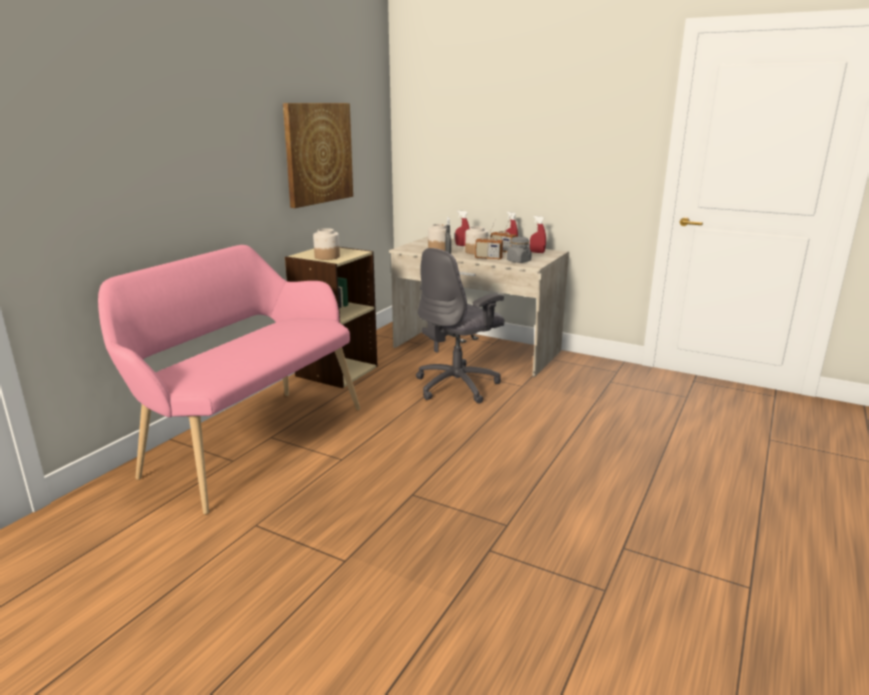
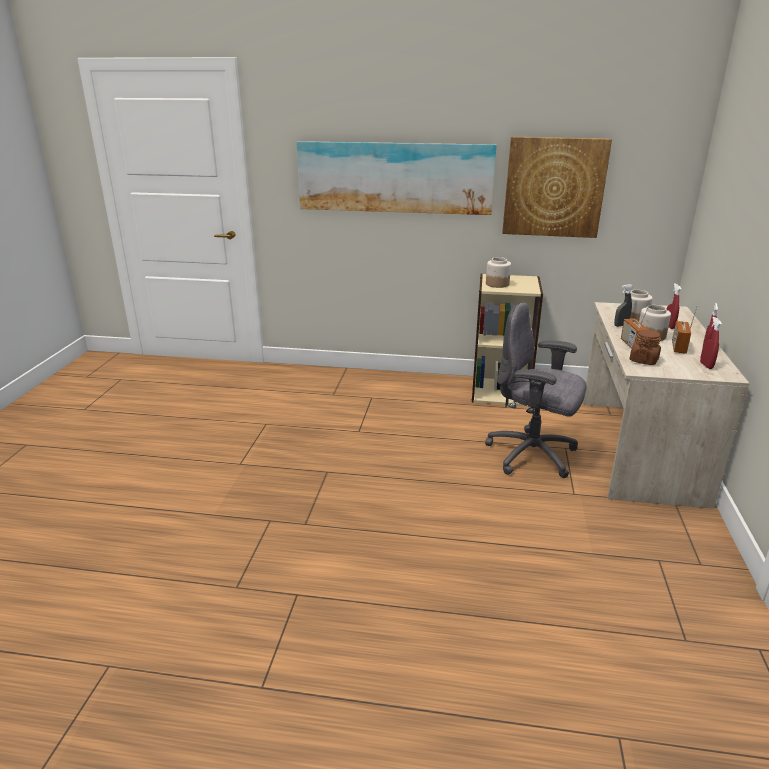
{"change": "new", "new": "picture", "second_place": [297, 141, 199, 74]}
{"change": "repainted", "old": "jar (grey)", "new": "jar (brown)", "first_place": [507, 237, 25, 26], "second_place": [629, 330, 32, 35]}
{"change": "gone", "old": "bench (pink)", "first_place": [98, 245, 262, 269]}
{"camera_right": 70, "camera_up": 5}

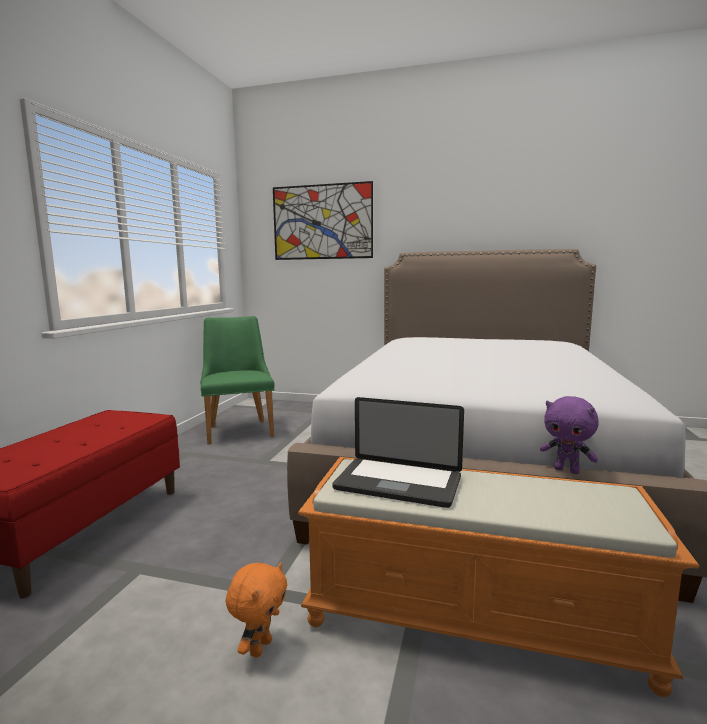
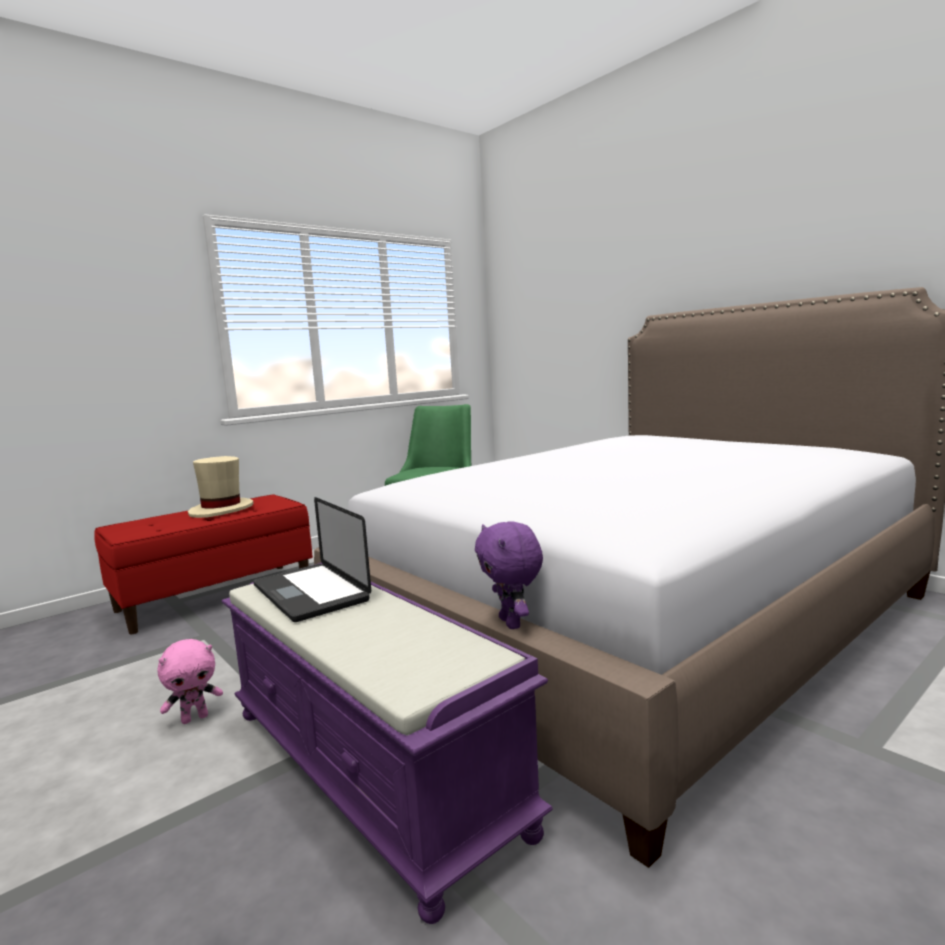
{"change": "repainted", "old": "plush toy (orange)", "new": "plush toy (pink)", "first_place": [226, 562, 61, 96], "second_place": [157, 639, 66, 85]}
{"change": "new", "new": "hat (beige)", "second_place": [188, 456, 66, 62]}
{"change": "repainted", "old": "bench (orange)", "new": "bench (purple)", "first_place": [298, 457, 401, 240], "second_place": [222, 563, 331, 361]}
{"change": "gone", "old": "picture", "first_place": [273, 181, 100, 79]}
{"camera_right": 35, "camera_up": 0}

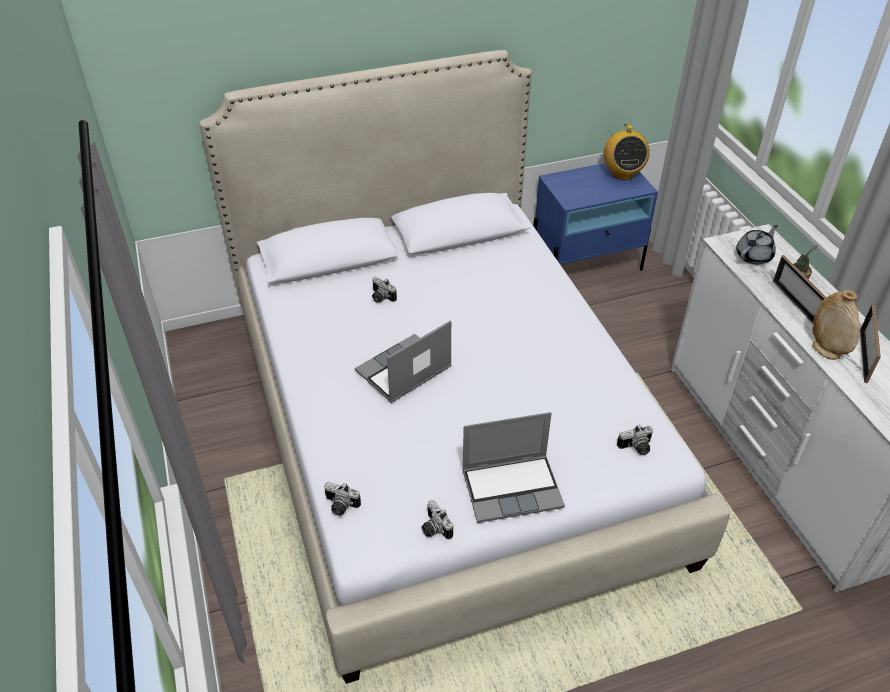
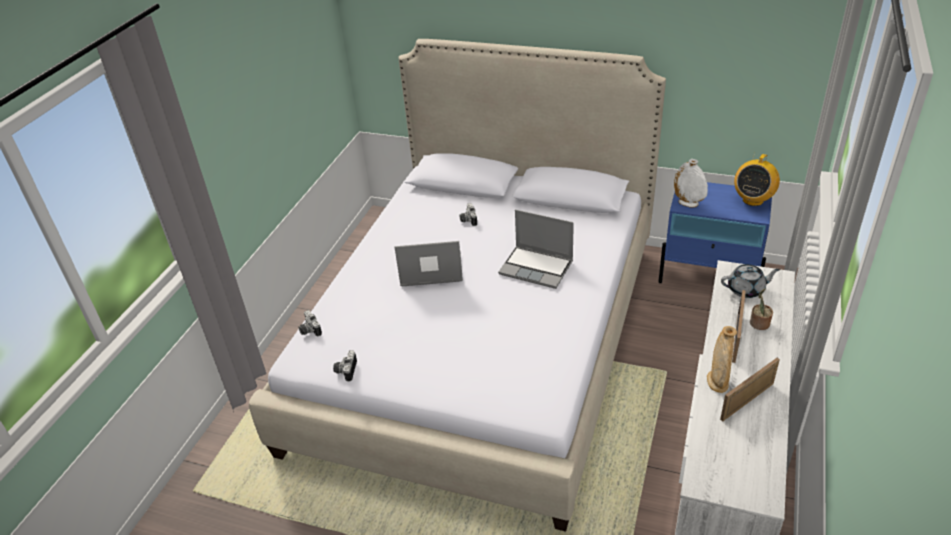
{"change": "shifted", "old": "laptop", "first_place": [462, 412, 103, 111], "second_place": [498, 210, 76, 79]}
{"change": "new", "new": "vase (white)", "second_place": [674, 159, 34, 49]}
{"change": "gone", "old": "photo camera", "first_place": [617, 425, 36, 30]}
{"camera_right": 40, "camera_up": -5}

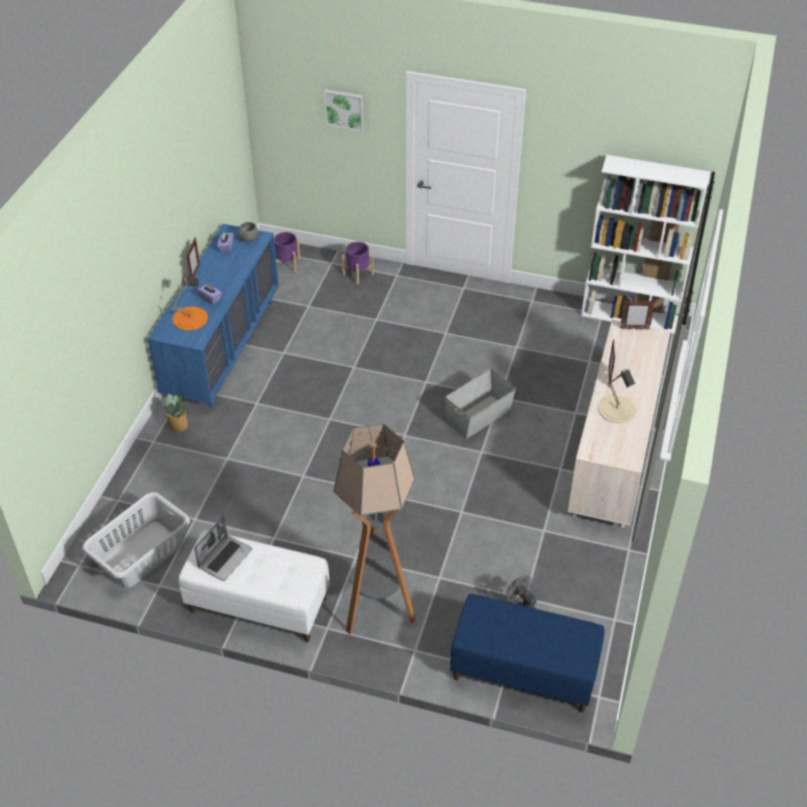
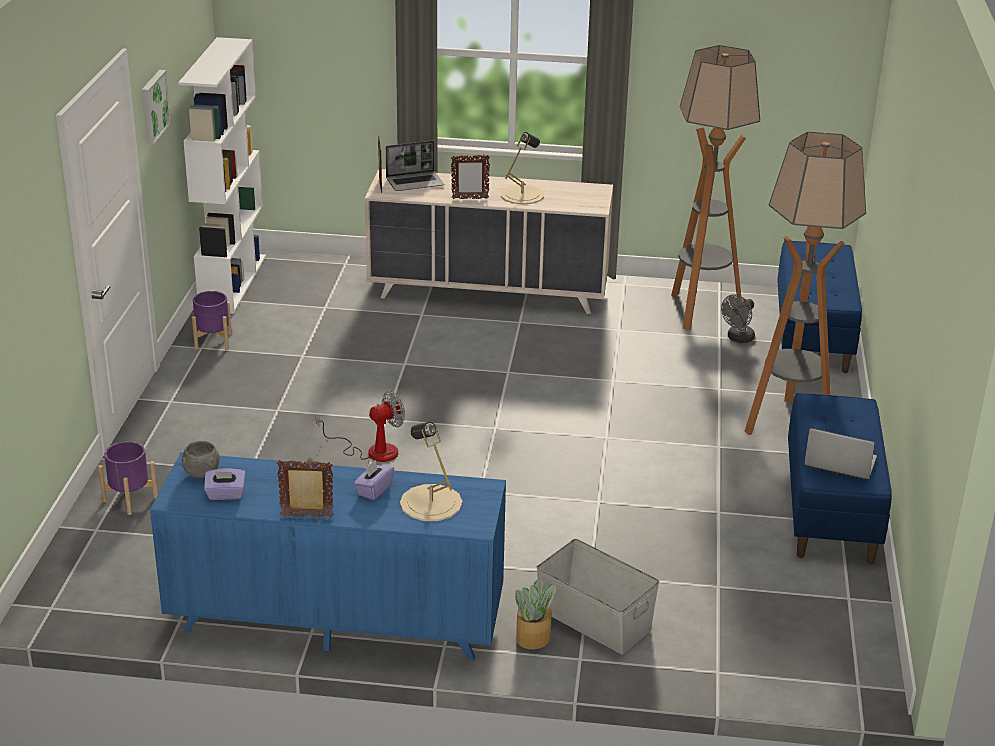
{"change": "shifted", "old": "picture", "first_place": [324, 90, 40, 41], "second_place": [142, 70, 29, 74]}
{"change": "shifted", "old": "planter (purple)", "first_place": [274, 232, 26, 40], "second_place": [192, 291, 40, 59]}
{"change": "new", "new": "fan", "second_place": [316, 391, 89, 71]}
{"change": "new", "new": "laptop", "second_place": [386, 140, 58, 51]}
{"change": "repainted", "old": "table lamp (orange)", "new": "table lamp (beige)", "first_place": [171, 276, 37, 55], "second_place": [400, 422, 62, 99]}
{"change": "shifted", "old": "storage box (grey)", "first_place": [445, 369, 71, 70], "second_place": [537, 539, 122, 116]}
{"change": "new", "new": "floor lamp", "second_place": [671, 45, 89, 285]}
{"change": "repainted", "old": "bench (white)", "new": "bench (blue)", "first_place": [178, 530, 152, 112], "second_place": [788, 393, 103, 171]}
{"change": "gone", "old": "laundry basket (grey)", "first_place": [82, 492, 108, 96]}
{"camera_right": -100, "camera_up": -15}

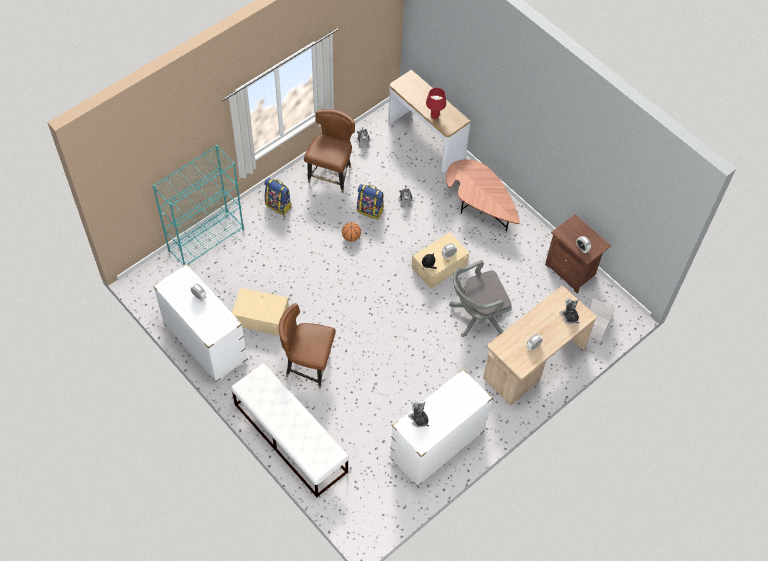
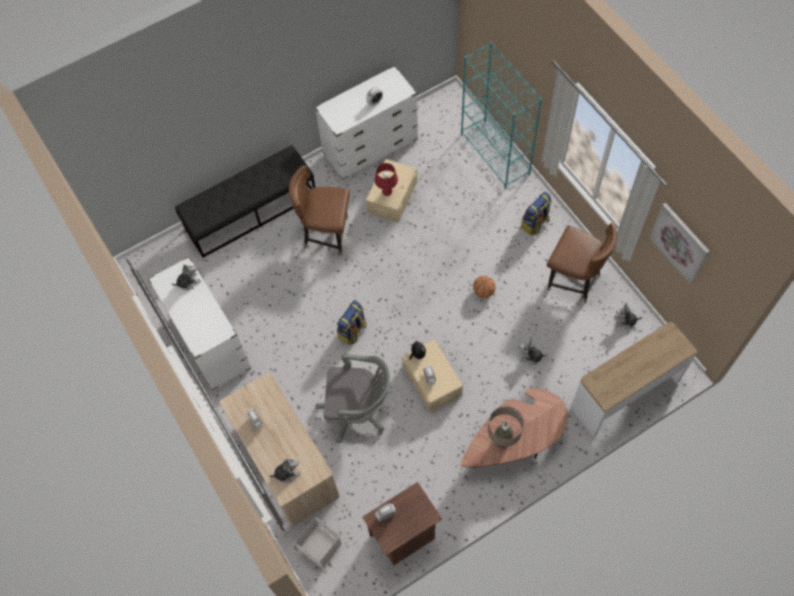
{"change": "repainted", "old": "bench (white)", "new": "bench (black)", "first_place": [231, 363, 118, 134], "second_place": [175, 145, 140, 113]}
{"change": "rotated", "old": "chair (brown)", "first_place": [278, 303, 58, 86], "second_place": [289, 165, 61, 90], "degrees": -105}
{"change": "rotated", "old": "office chair (grey)", "first_place": [449, 260, 63, 77], "second_place": [315, 354, 75, 89], "degrees": 105}
{"change": "shifted", "old": "backpack", "first_place": [357, 184, 27, 35], "second_place": [337, 300, 30, 45]}
{"change": "shifted", "old": "table lamp (red)", "first_place": [426, 88, 20, 31], "second_place": [375, 163, 23, 33]}
{"change": "new", "new": "table lamp (beige)", "second_place": [488, 406, 36, 42]}
{"change": "new", "new": "picture", "second_place": [649, 203, 60, 81]}
{"camera_right": 105, "camera_up": 5}

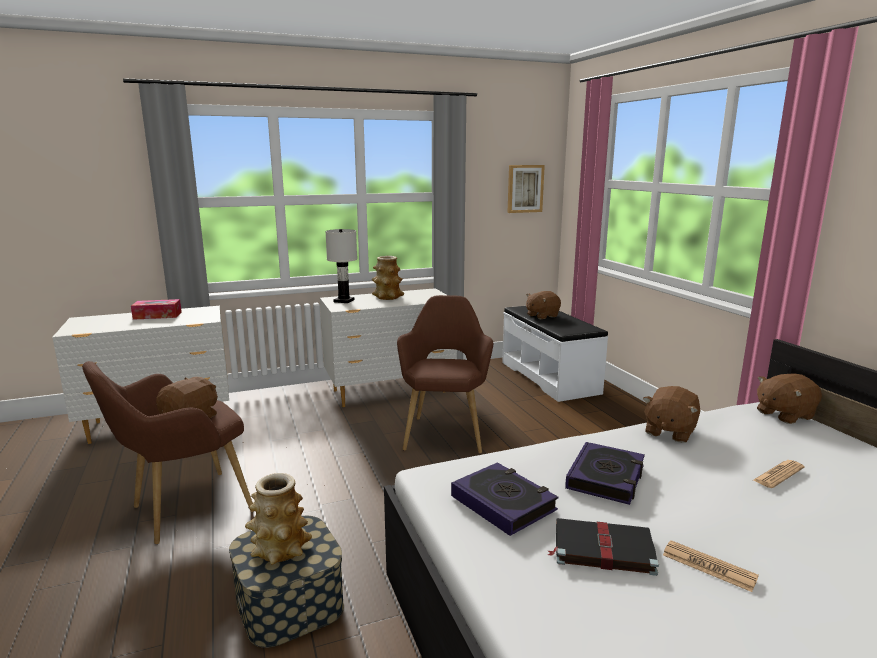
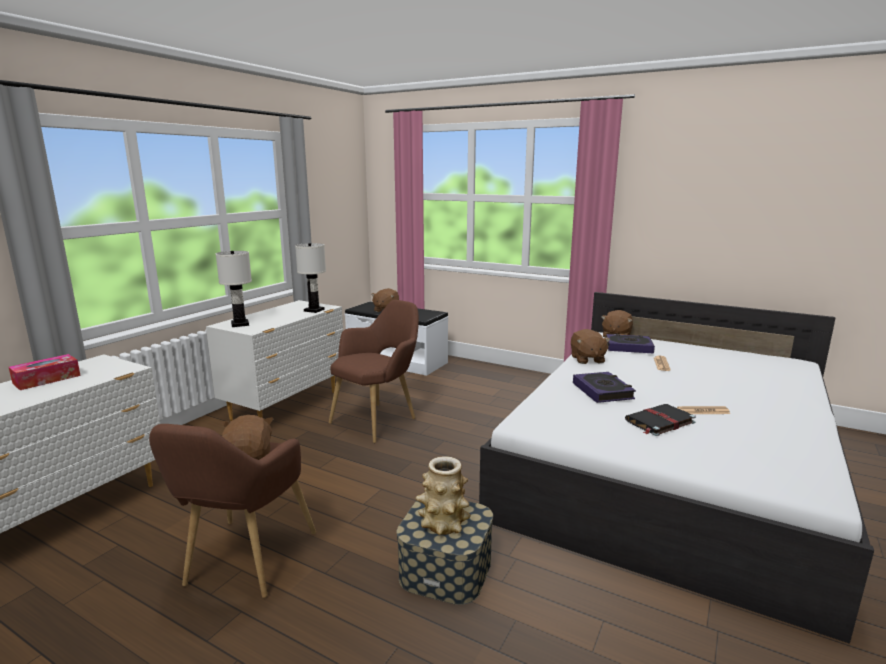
{"change": "new", "new": "table lamp (white)", "second_place": [295, 243, 31, 70]}
{"change": "rotated", "old": "armchair (brown)", "first_place": [397, 295, 96, 158], "second_place": [329, 300, 90, 143], "degrees": 75}
{"change": "shifted", "old": "book", "first_place": [451, 462, 108, 74], "second_place": [606, 334, 49, 20]}
{"change": "gone", "old": "vase", "first_place": [372, 256, 32, 44]}
{"change": "gone", "old": "picture", "first_place": [507, 165, 38, 48]}
{"camera_right": -40, "camera_up": 0}

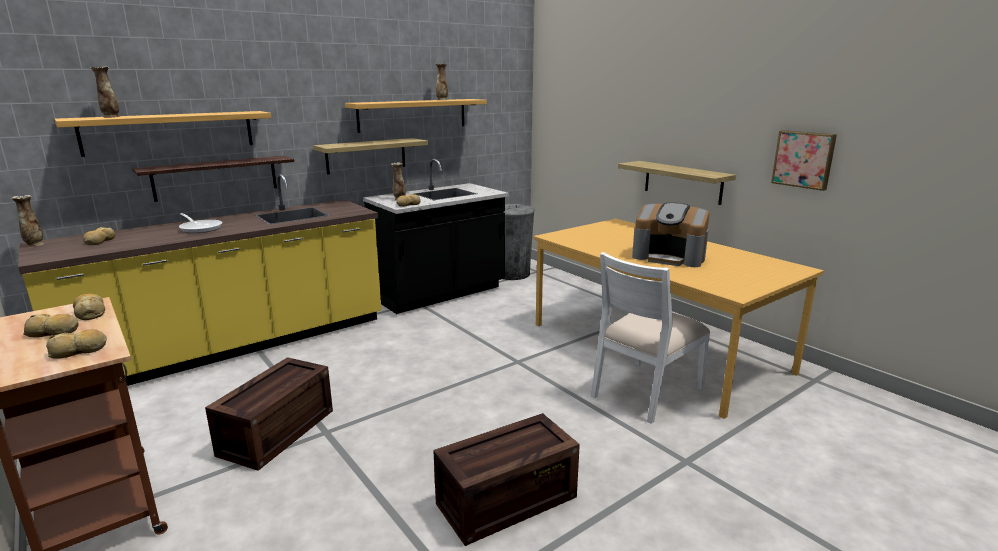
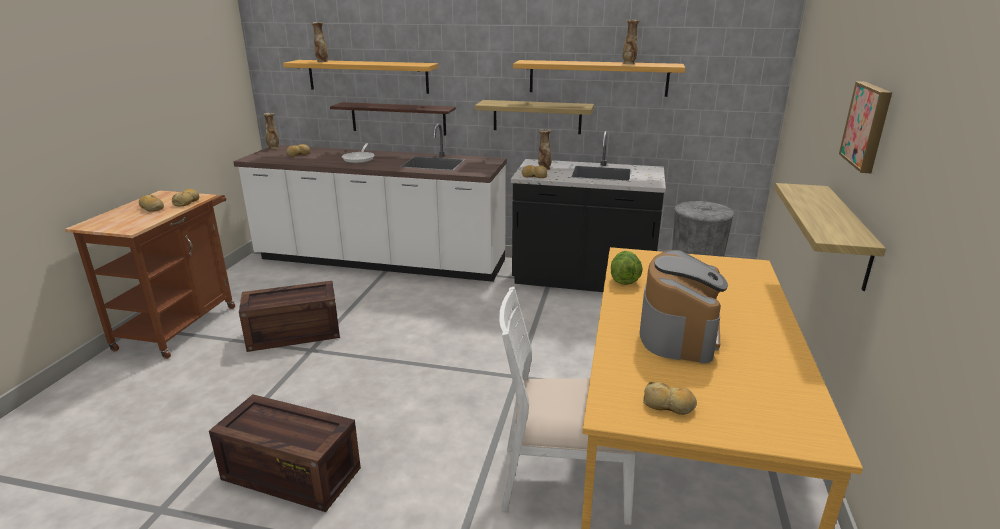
{"change": "repainted", "old": "counter (yellow)", "new": "counter (white)", "first_place": [18, 174, 364, 212], "second_place": [233, 123, 274, 159]}
{"change": "new", "new": "lettuce", "second_place": [611, 251, 32, 34]}
{"change": "rotated", "old": "coffee machine", "first_place": [632, 203, 77, 64], "second_place": [640, 250, 88, 113], "degrees": -150}
{"change": "shifted", "old": "bread", "first_place": [46, 329, 61, 30], "second_place": [643, 382, 54, 33]}
{"change": "shifted", "old": "picture", "first_place": [771, 130, 66, 61], "second_place": [839, 81, 53, 92]}
{"camera_right": 50, "camera_up": 5}

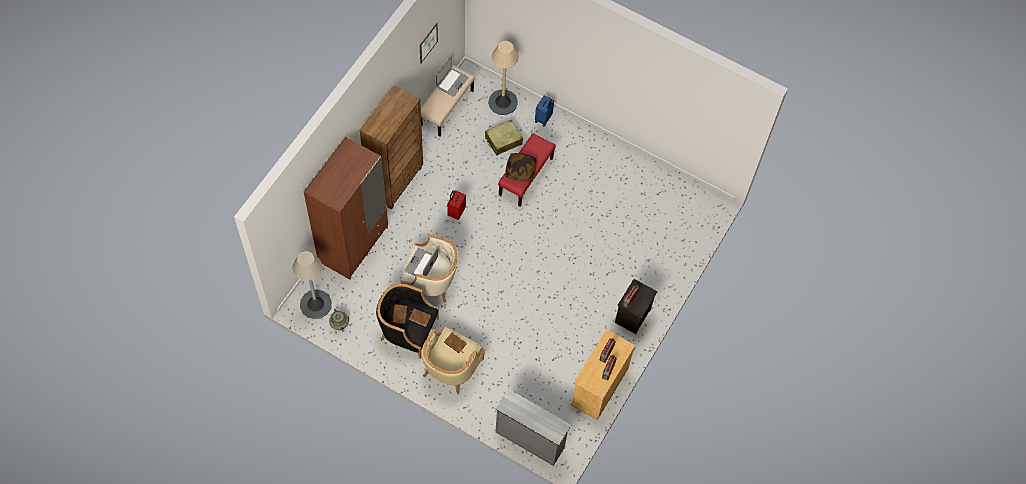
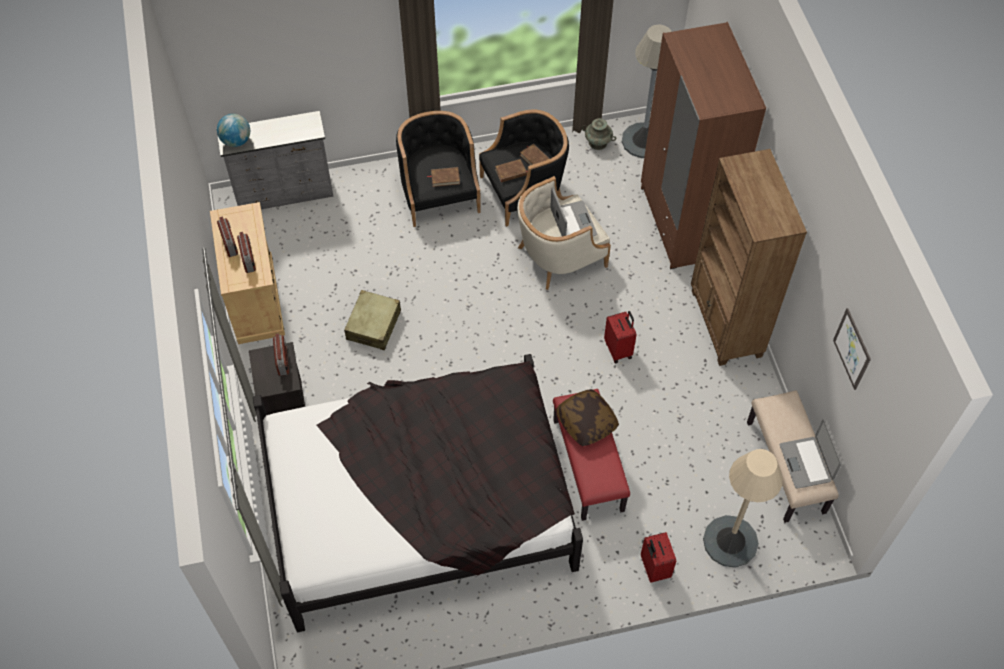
{"change": "new", "new": "globe", "second_place": [217, 114, 33, 33]}
{"change": "new", "new": "bed (black)", "second_place": [253, 354, 330, 279]}
{"change": "shifted", "old": "suitcase (beige)", "first_place": [485, 120, 38, 36], "second_place": [344, 290, 57, 60]}
{"change": "repainted", "old": "armchair (beige)", "new": "armchair (black)", "first_place": [422, 327, 62, 67], "second_place": [396, 111, 85, 116]}
{"change": "repainted", "old": "suitcase (blue)", "new": "suitcase (red)", "first_place": [535, 96, 19, 31], "second_place": [641, 532, 35, 51]}
{"camera_right": 140, "camera_up": -5}

